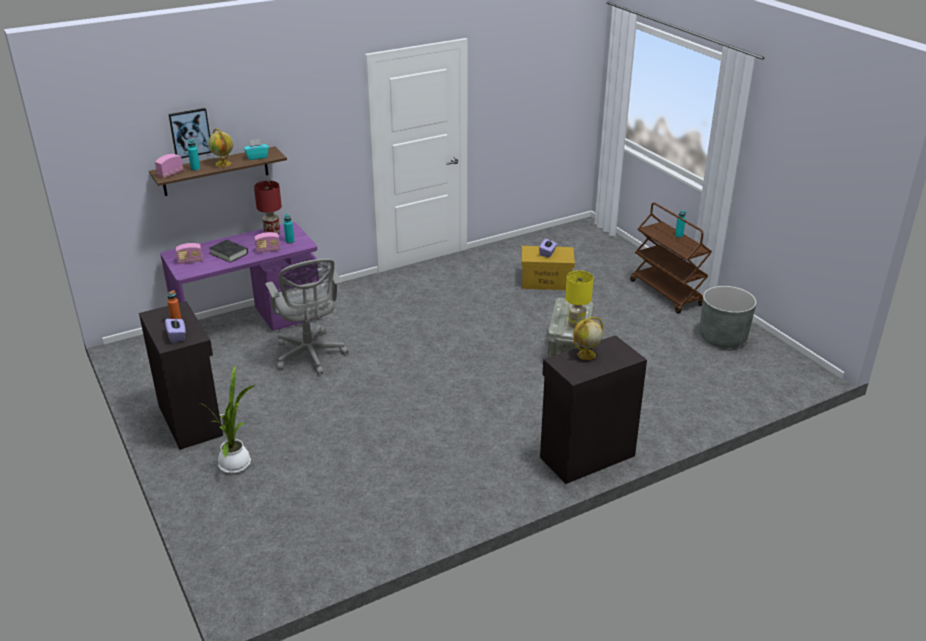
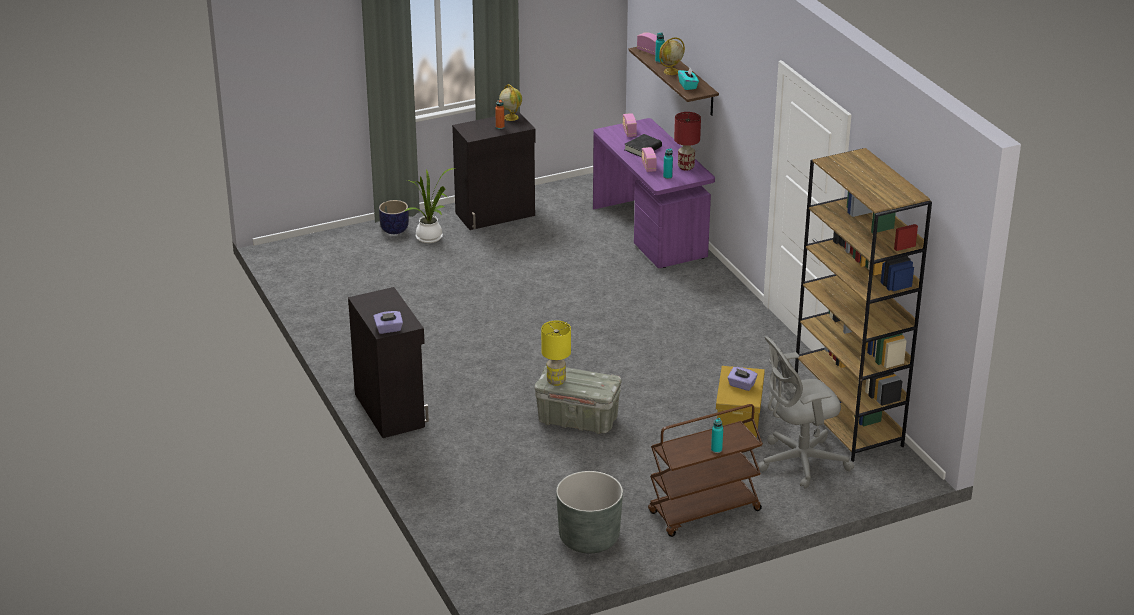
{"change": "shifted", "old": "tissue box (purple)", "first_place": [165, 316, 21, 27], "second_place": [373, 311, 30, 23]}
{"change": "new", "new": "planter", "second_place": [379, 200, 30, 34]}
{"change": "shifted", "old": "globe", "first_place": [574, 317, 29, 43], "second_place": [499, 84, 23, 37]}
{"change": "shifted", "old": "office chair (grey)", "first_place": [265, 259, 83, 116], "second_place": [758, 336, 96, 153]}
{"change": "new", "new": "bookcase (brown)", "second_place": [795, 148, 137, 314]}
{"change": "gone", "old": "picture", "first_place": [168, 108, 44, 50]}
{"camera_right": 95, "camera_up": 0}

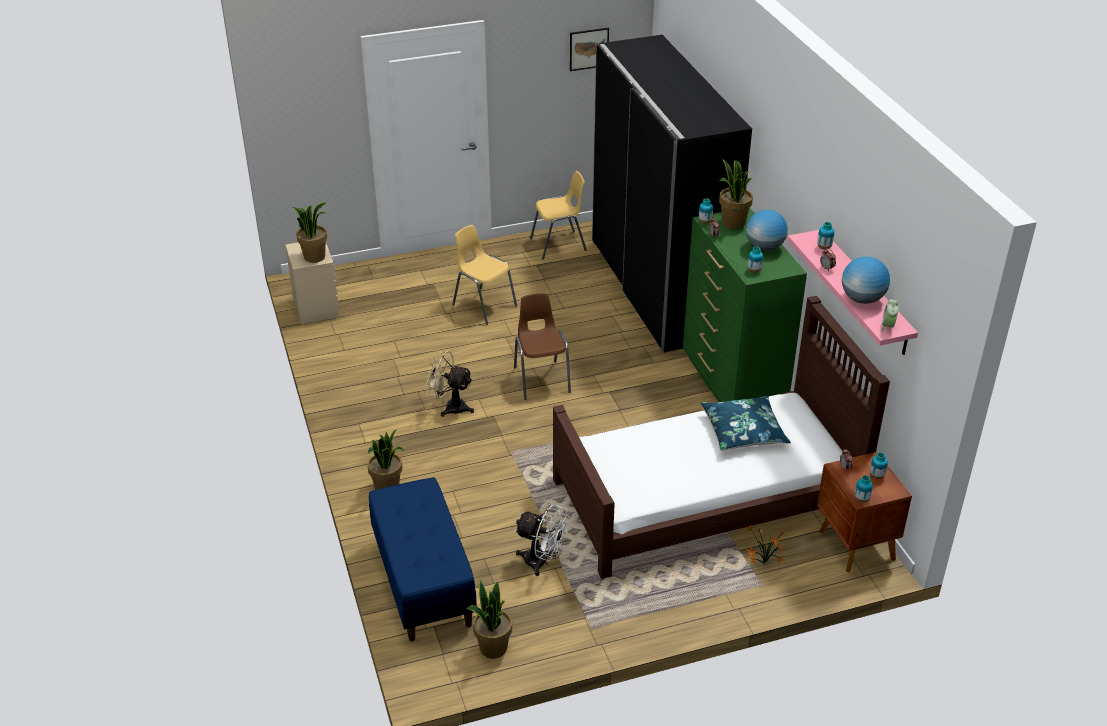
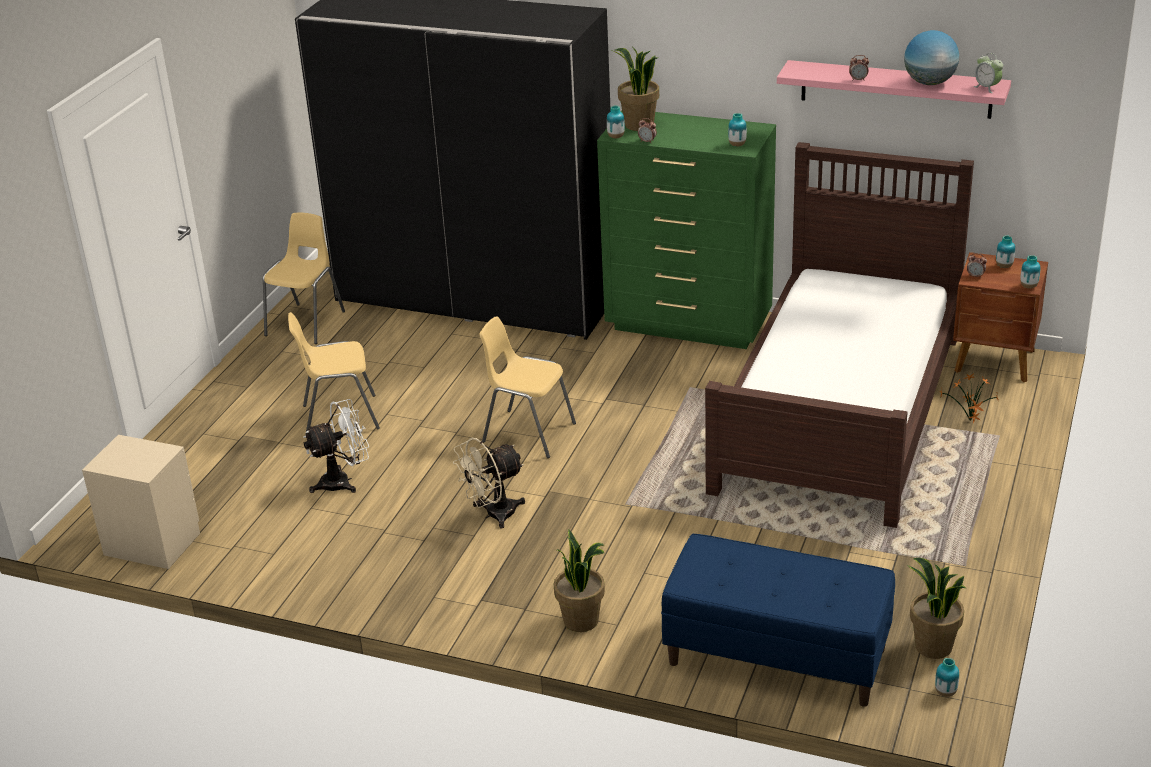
{"change": "shifted", "old": "fan (white)", "first_place": [515, 505, 55, 71], "second_place": [303, 399, 66, 94]}
{"change": "repainted", "old": "chair (brown)", "new": "chair (yellow)", "first_place": [514, 293, 57, 107], "second_place": [480, 316, 96, 142]}
{"change": "shifted", "old": "vase", "first_place": [817, 222, 17, 28], "second_place": [935, 658, 24, 39]}
{"change": "gone", "old": "potted plant", "first_place": [292, 202, 35, 61]}
{"change": "gone", "old": "picture", "first_place": [570, 27, 39, 44]}
{"change": "gone", "old": "pillow (blue)", "first_place": [700, 396, 91, 55]}
{"change": "gone", "old": "globe", "first_place": [746, 210, 42, 41]}
{"camera_right": -50, "camera_up": -5}

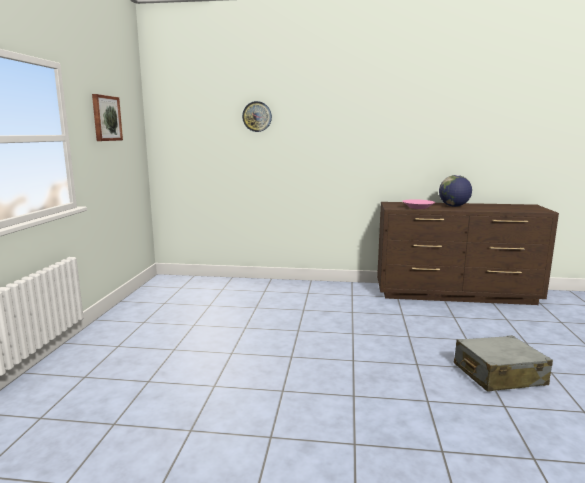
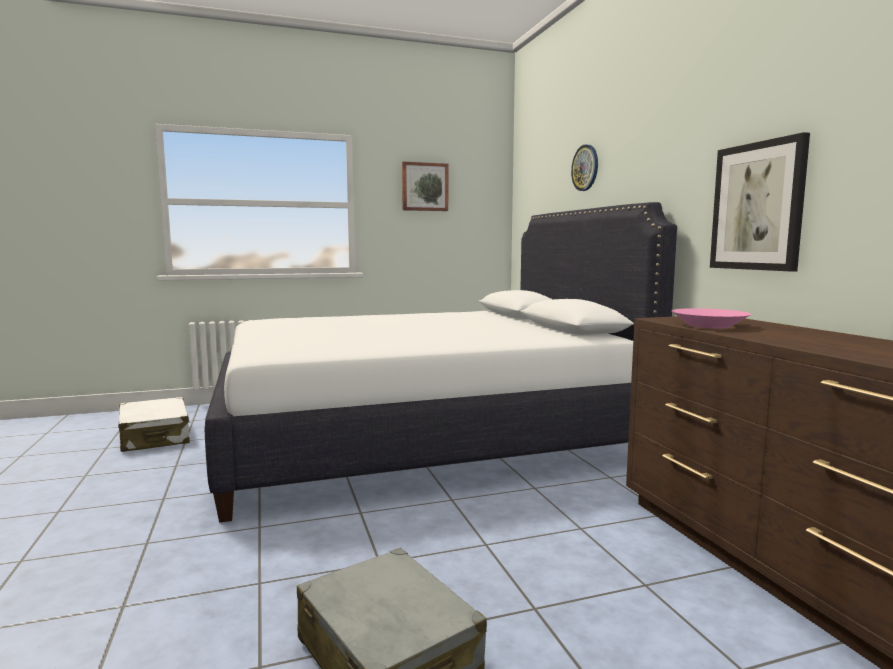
{"change": "new", "new": "suitcase (white)", "second_place": [118, 397, 73, 55]}
{"change": "new", "new": "bed (white)", "second_place": [205, 202, 472, 321]}
{"change": "new", "new": "picture", "second_place": [710, 132, 100, 139]}
{"change": "gone", "old": "globe", "first_place": [439, 175, 33, 32]}
{"camera_right": 65, "camera_up": -5}

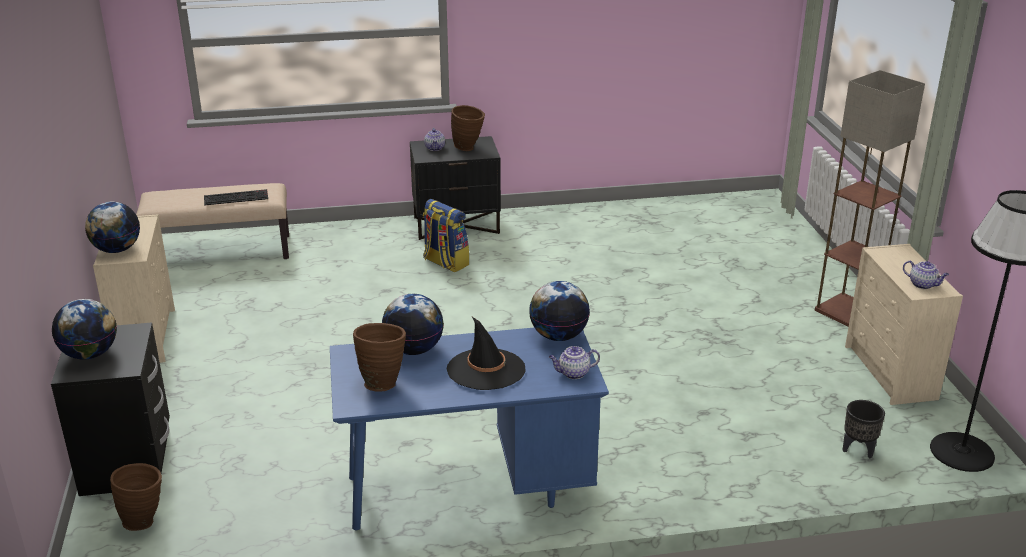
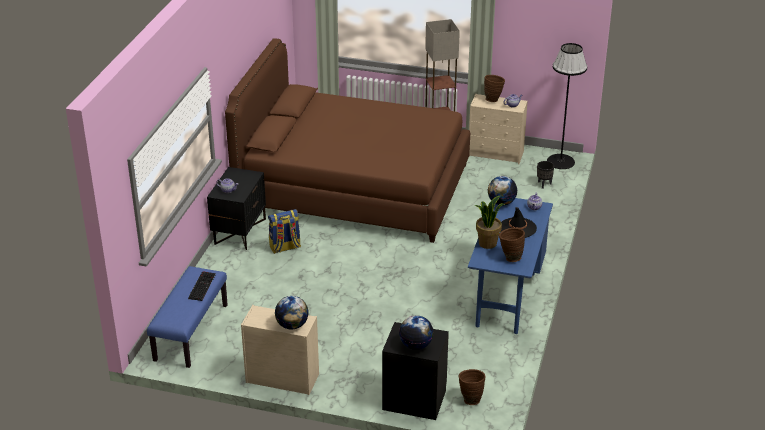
{"change": "repainted", "old": "bench (beige)", "new": "bench (blue)", "first_place": [136, 183, 153, 76], "second_place": [147, 266, 81, 102]}
{"change": "new", "new": "bed (brown)", "second_place": [225, 38, 245, 205]}
{"change": "swapped", "old": "globe", "new": "potted plant", "first_place": [382, 294, 62, 61], "second_place": [474, 195, 32, 54]}
{"change": "shifted", "old": "vase (brown)", "first_place": [451, 105, 34, 46], "second_place": [484, 75, 21, 27]}
{"camera_right": -65, "camera_up": 5}

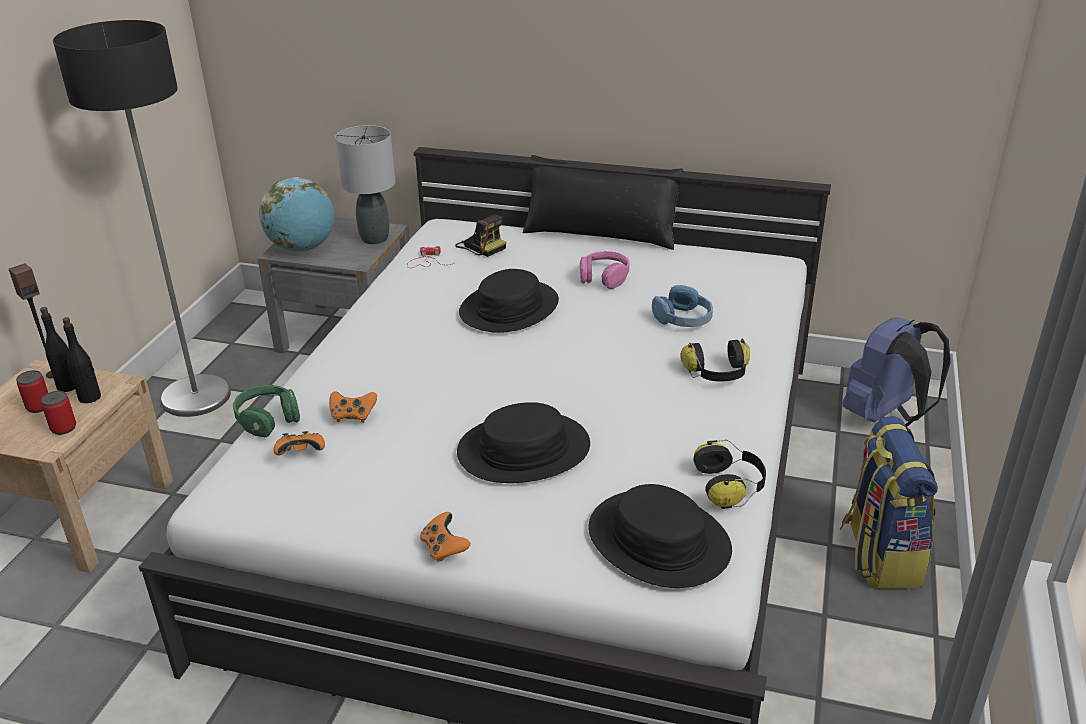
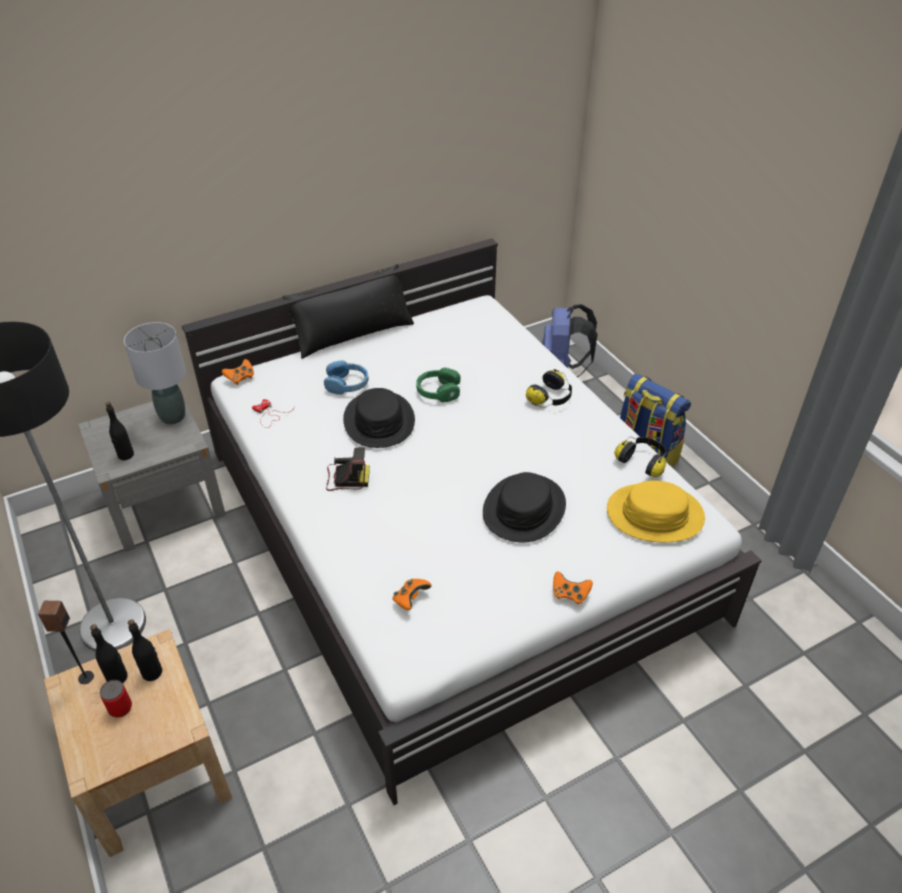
{"change": "swapped", "old": "globe", "new": "bottle (black)", "first_place": [259, 177, 75, 75], "second_place": [106, 402, 28, 58]}
{"change": "shifted", "old": "game controller (orange)", "first_place": [329, 391, 48, 32], "second_place": [222, 359, 32, 26]}
{"change": "shifted", "old": "headphones (blue)", "first_place": [652, 285, 61, 42], "second_place": [324, 360, 45, 35]}
{"change": "shifted", "old": "photo camera", "first_place": [455, 215, 51, 42], "second_place": [326, 447, 44, 44]}
{"change": "shifted", "old": "headphones (green)", "first_place": [233, 385, 67, 52], "second_place": [416, 368, 45, 34]}
{"change": "repainted", "old": "hat (black)", "new": "hat (yellow)", "first_place": [588, 484, 144, 104], "second_place": [607, 481, 98, 61]}
{"change": "gone", "old": "can", "first_place": [41, 391, 35, 44]}
{"change": "gone", "old": "headphones (pink)", "first_place": [580, 251, 49, 38]}
{"camera_right": -45, "camera_up": 10}

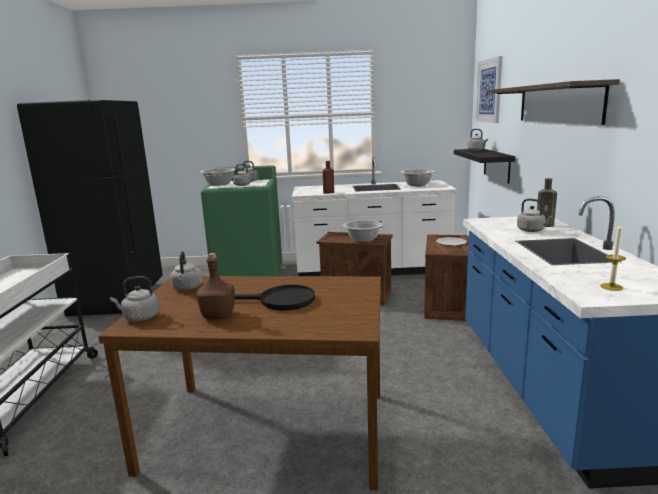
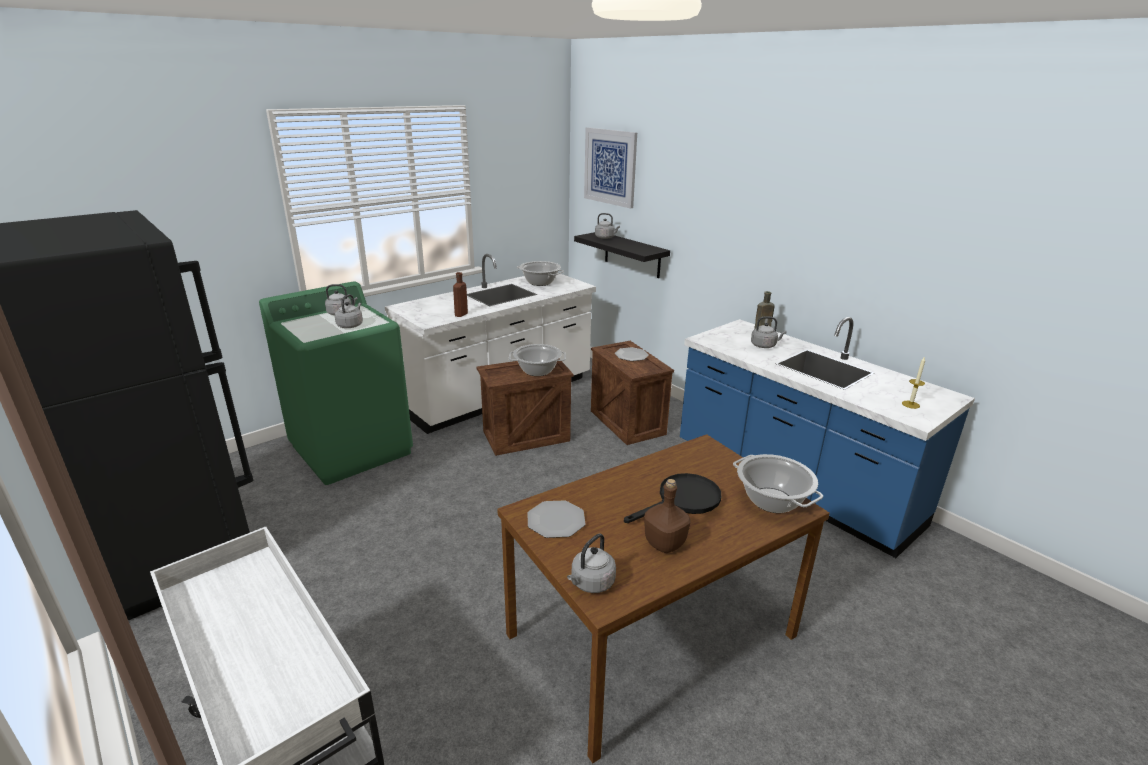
{"change": "swapped", "old": "kettle (grey)", "new": "plate", "first_place": [170, 251, 32, 39], "second_place": [528, 500, 58, 38]}
{"change": "shifted", "old": "cooking pot", "first_place": [200, 168, 35, 18], "second_place": [733, 454, 90, 59]}
{"change": "gone", "old": "shelf", "first_place": [487, 79, 133, 46]}
{"camera_right": -40, "camera_up": 10}

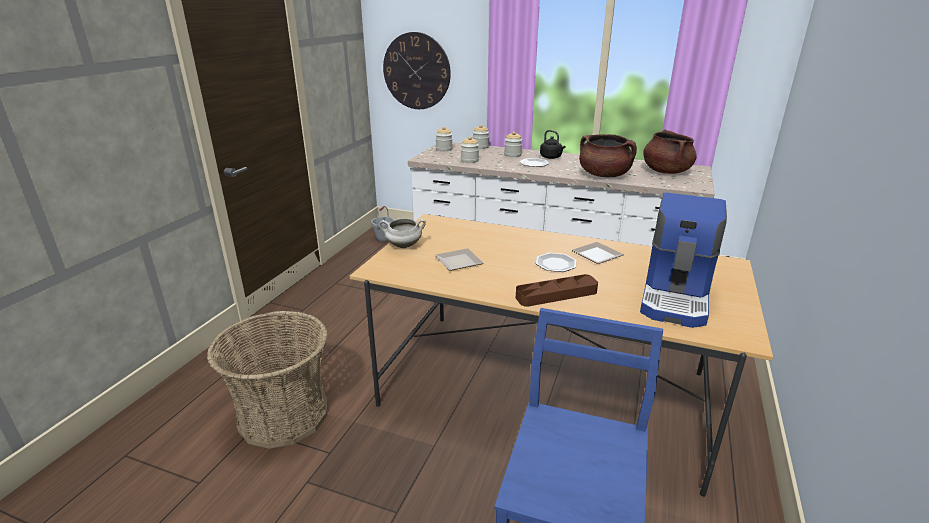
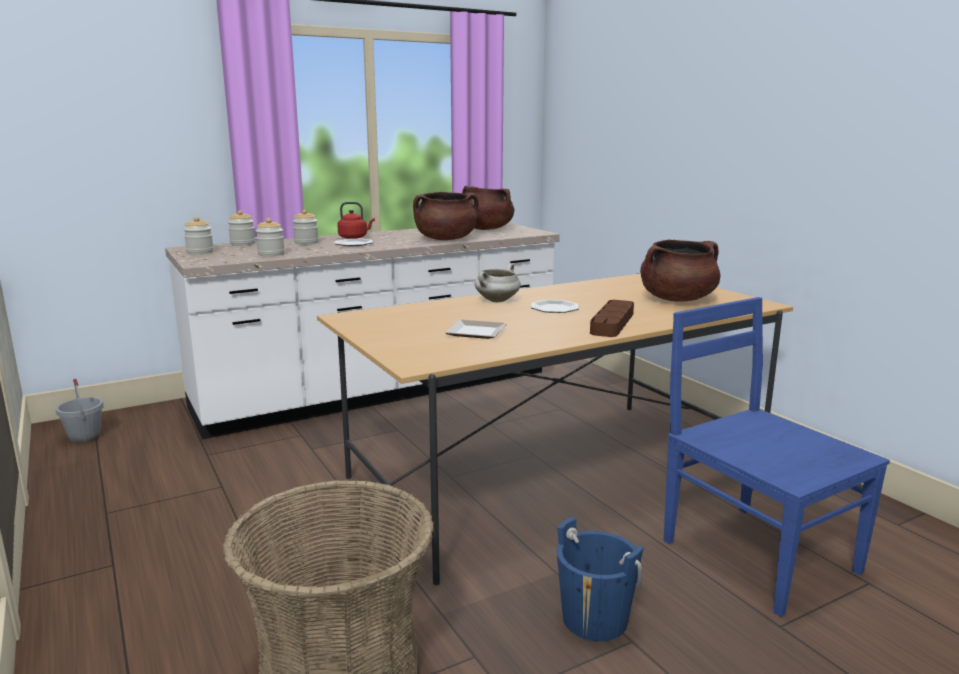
{"change": "repainted", "old": "kettle (black)", "new": "kettle (red)", "first_place": [540, 130, 26, 29], "second_place": [337, 202, 38, 37]}
{"change": "shifted", "old": "cooking pot (white)", "first_place": [379, 218, 47, 30], "second_place": [474, 263, 47, 40]}
{"change": "new", "new": "bucket (blue)", "second_place": [557, 517, 87, 124]}
{"change": "swapped", "old": "coffee machine", "new": "cooking pot (brown)", "first_place": [640, 193, 87, 135], "second_place": [640, 240, 80, 62]}
{"change": "gone", "old": "wall clock", "first_place": [383, 32, 68, 77]}
{"change": "gone", "old": "plate", "first_place": [572, 242, 52, 22]}
{"camera_right": -50, "camera_up": -10}

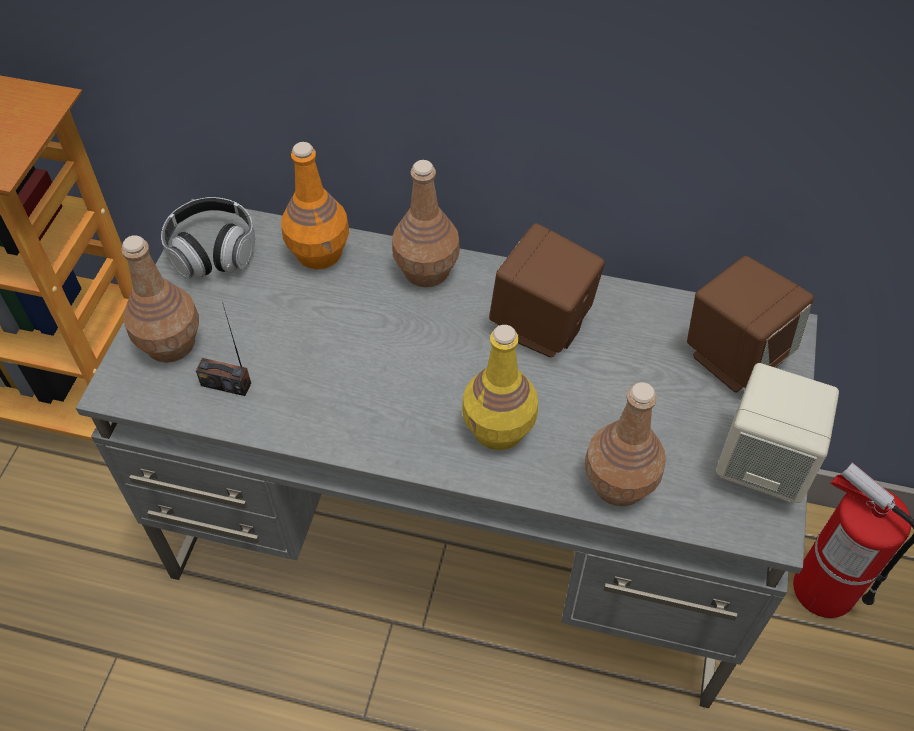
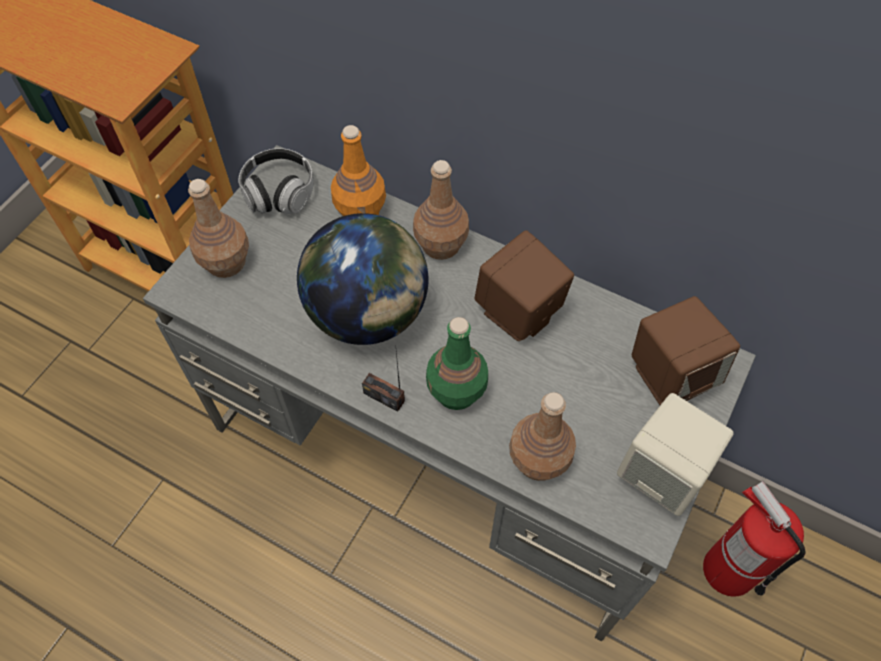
{"change": "new", "new": "globe", "second_place": [297, 213, 131, 132]}
{"change": "shifted", "old": "radio", "first_place": [196, 302, 55, 94], "second_place": [362, 352, 43, 60]}
{"change": "repainted", "old": "bottle (yellow)", "new": "bottle (green)", "first_place": [462, 325, 76, 125], "second_place": [426, 317, 62, 93]}
{"camera_right": 15, "camera_up": 5}

